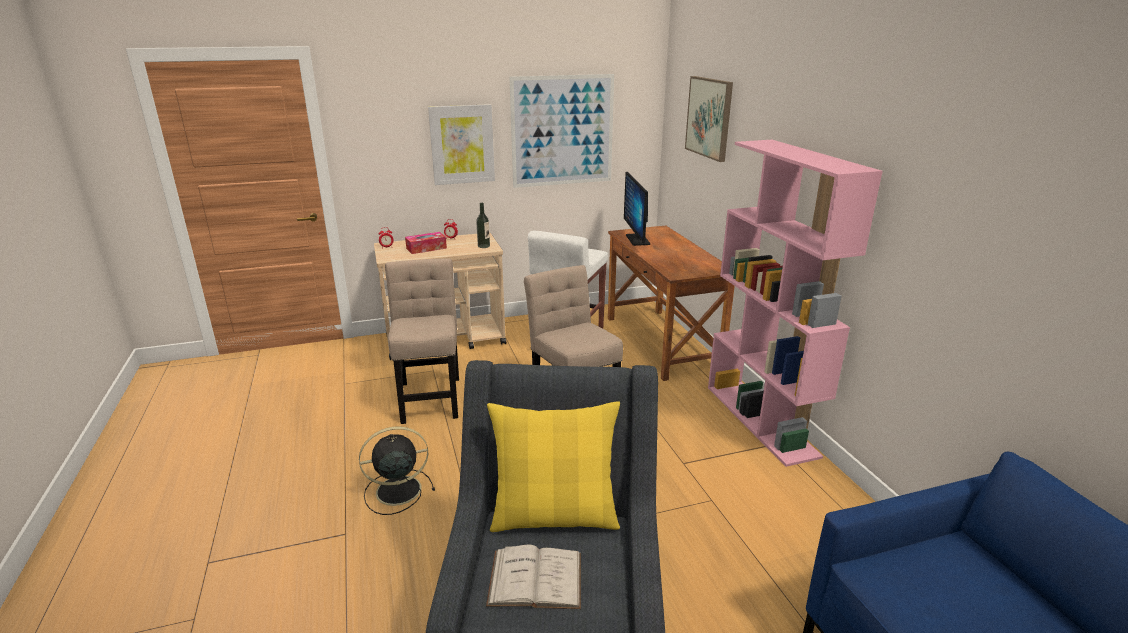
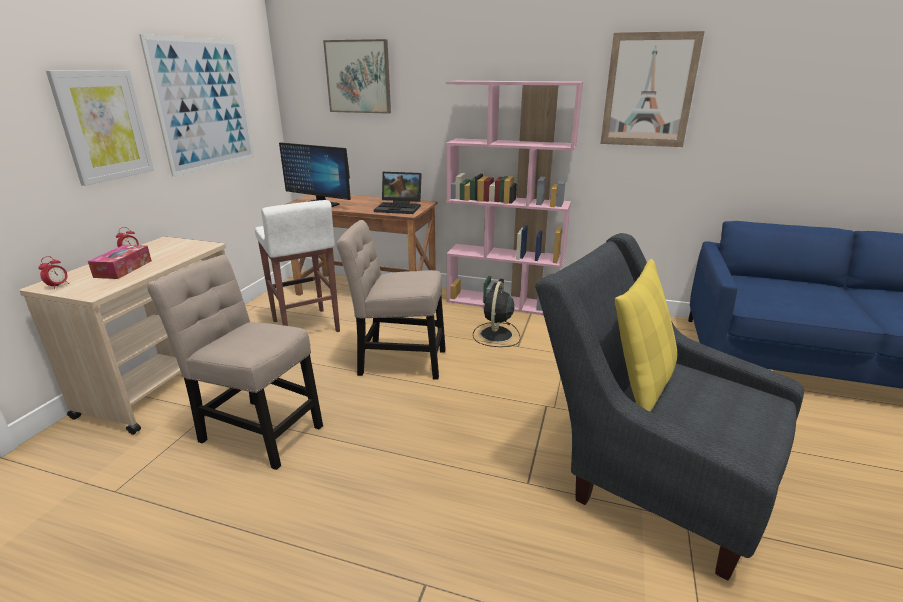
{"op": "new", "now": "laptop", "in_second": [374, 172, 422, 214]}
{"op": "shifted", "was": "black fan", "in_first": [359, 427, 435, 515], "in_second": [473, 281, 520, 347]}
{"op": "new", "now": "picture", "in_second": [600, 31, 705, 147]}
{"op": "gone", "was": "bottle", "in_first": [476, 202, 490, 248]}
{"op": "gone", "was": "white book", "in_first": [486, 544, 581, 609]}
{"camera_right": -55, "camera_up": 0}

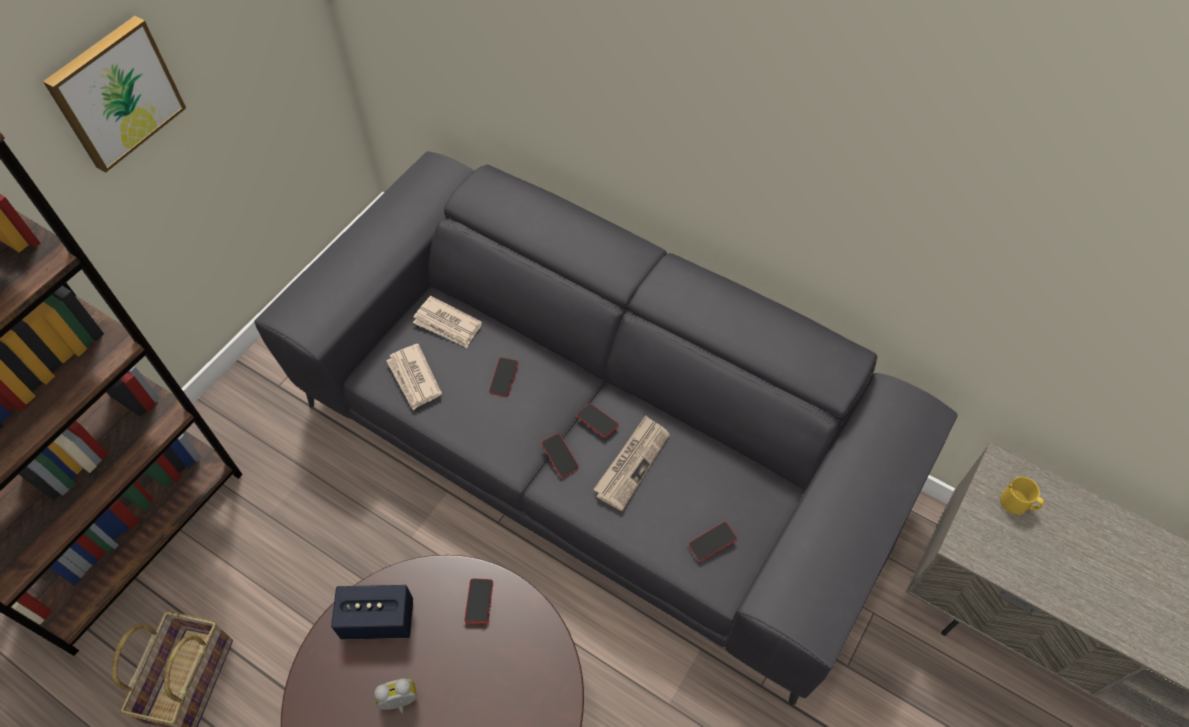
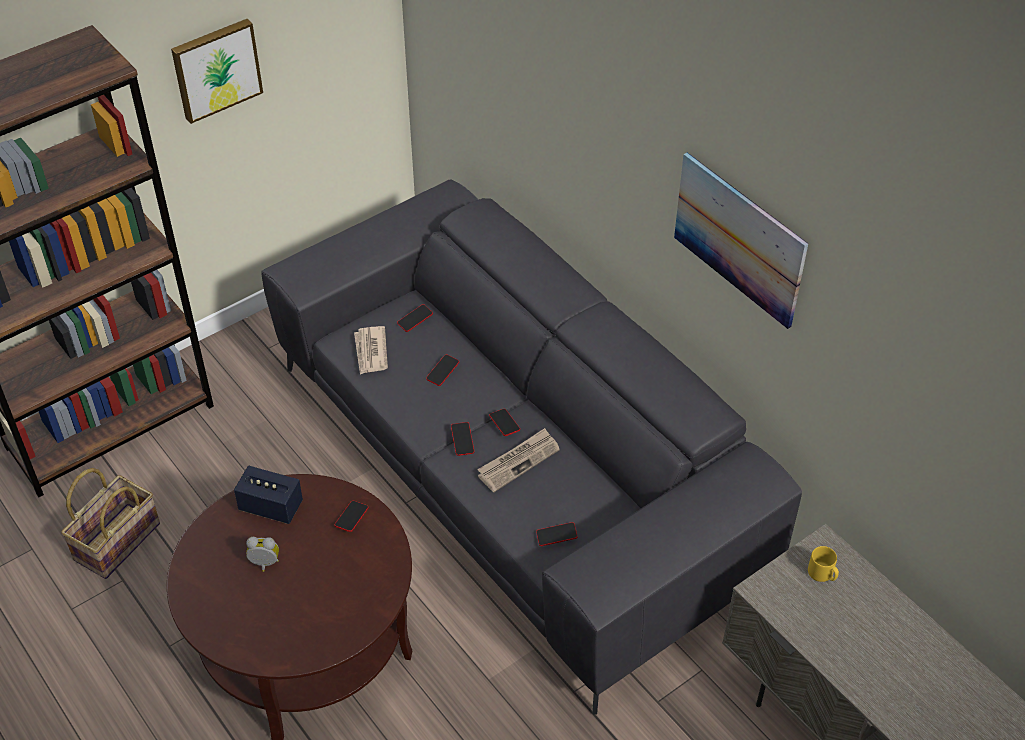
{"op": "swapped", "was": "newspaper", "now": "phone", "in_first": [413, 296, 482, 348], "in_second": [397, 304, 433, 332]}
{"op": "new", "now": "picture", "in_second": [674, 153, 808, 329]}
{"camera_right": 20, "camera_up": -10}

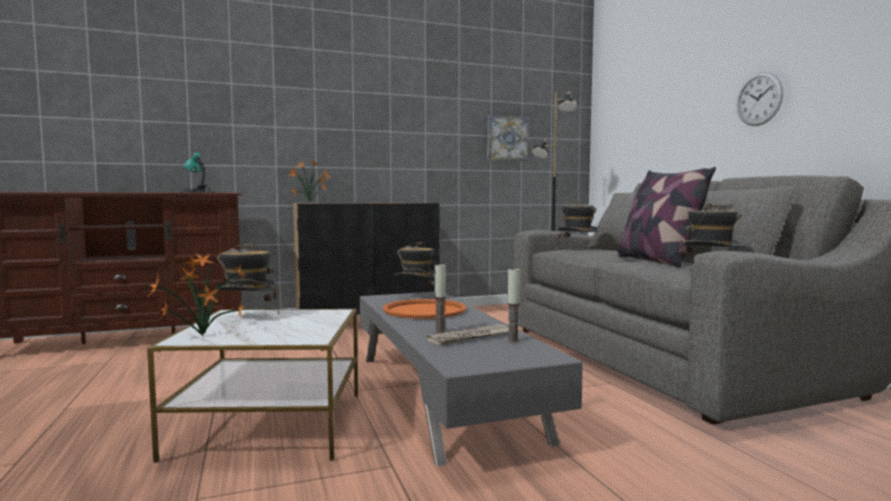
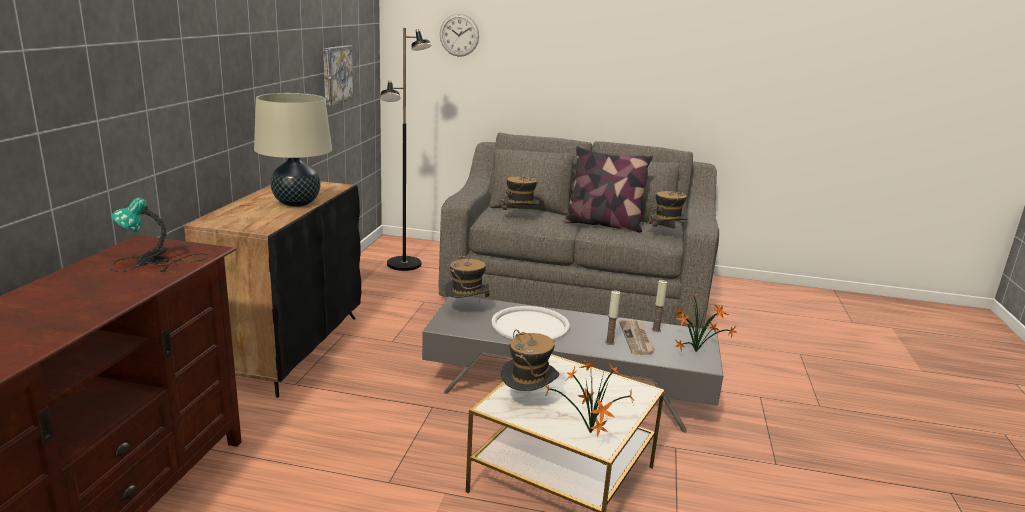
{"op": "new", "now": "beige table lamp", "in_second": [254, 93, 332, 207]}
{"op": "shifted", "was": "wall clock", "in_first": [737, 72, 783, 126], "in_second": [440, 14, 479, 57]}
{"op": "repainted", "was": "orange tray", "now": "white tray", "in_first": [383, 299, 466, 319], "in_second": [491, 306, 570, 341]}
{"op": "shifted", "was": "potted plant", "in_first": [289, 160, 332, 203], "in_second": [674, 294, 738, 352]}
{"camera_right": -60, "camera_up": 15}

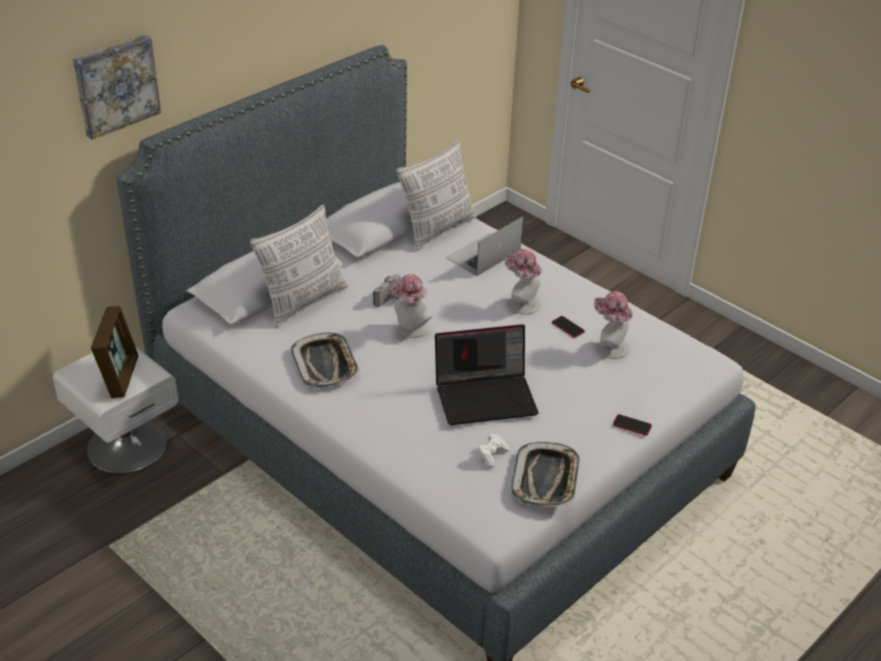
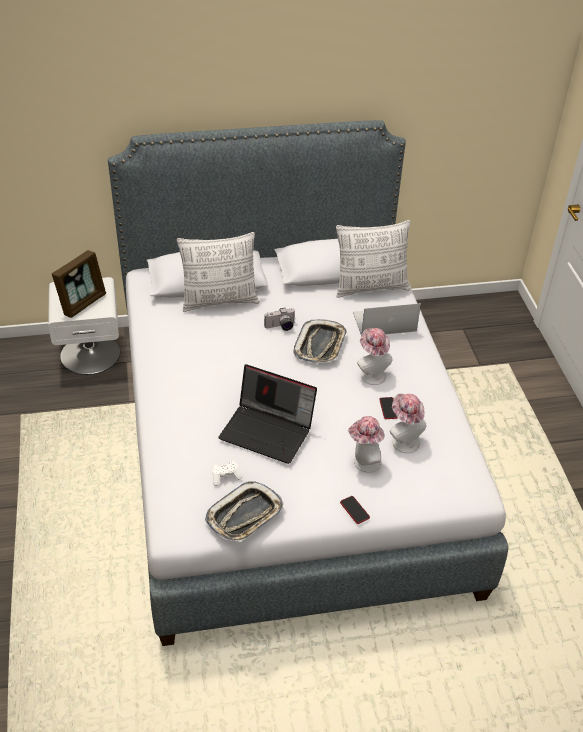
{"op": "shifted", "was": "tray", "in_first": [291, 333, 360, 388], "in_second": [293, 319, 347, 363]}
{"op": "shifted", "was": "hat", "in_first": [392, 274, 432, 338], "in_second": [348, 416, 385, 473]}
{"op": "gone", "was": "picture", "in_first": [73, 35, 161, 140]}
{"camera_right": 35, "camera_up": 5}

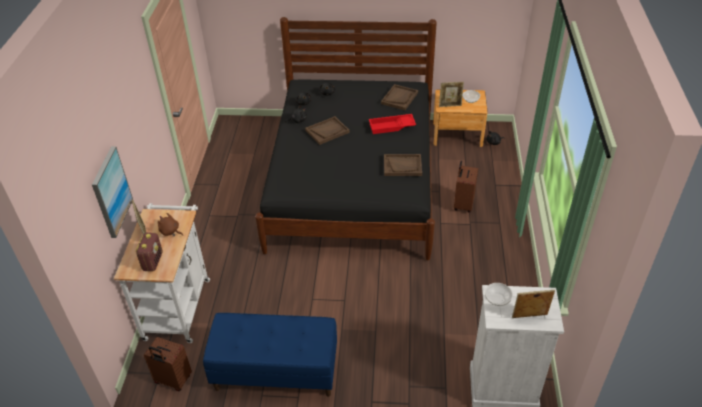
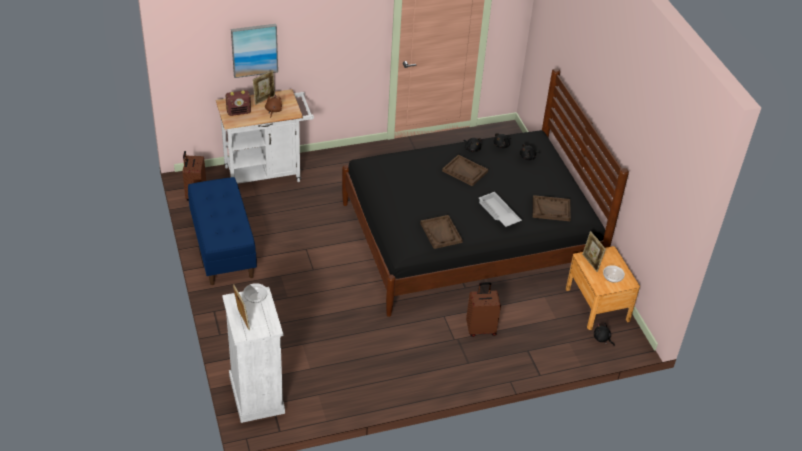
{"op": "repainted", "was": "red tray", "now": "white tray", "in_first": [369, 114, 416, 134], "in_second": [479, 192, 522, 227]}
{"camera_right": 65, "camera_up": 0}

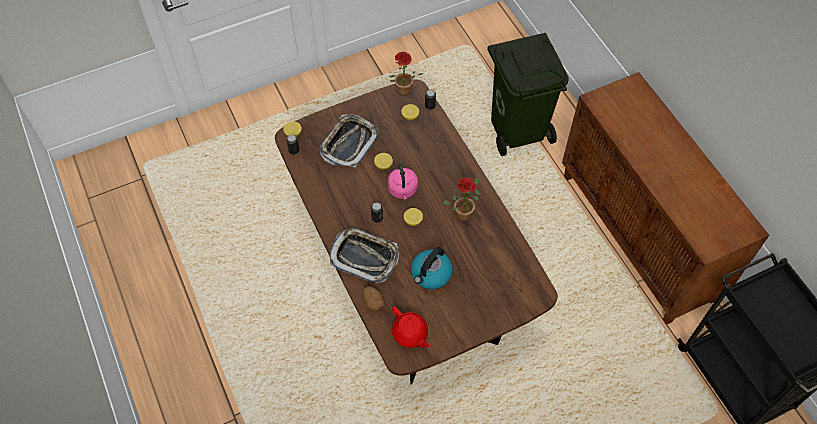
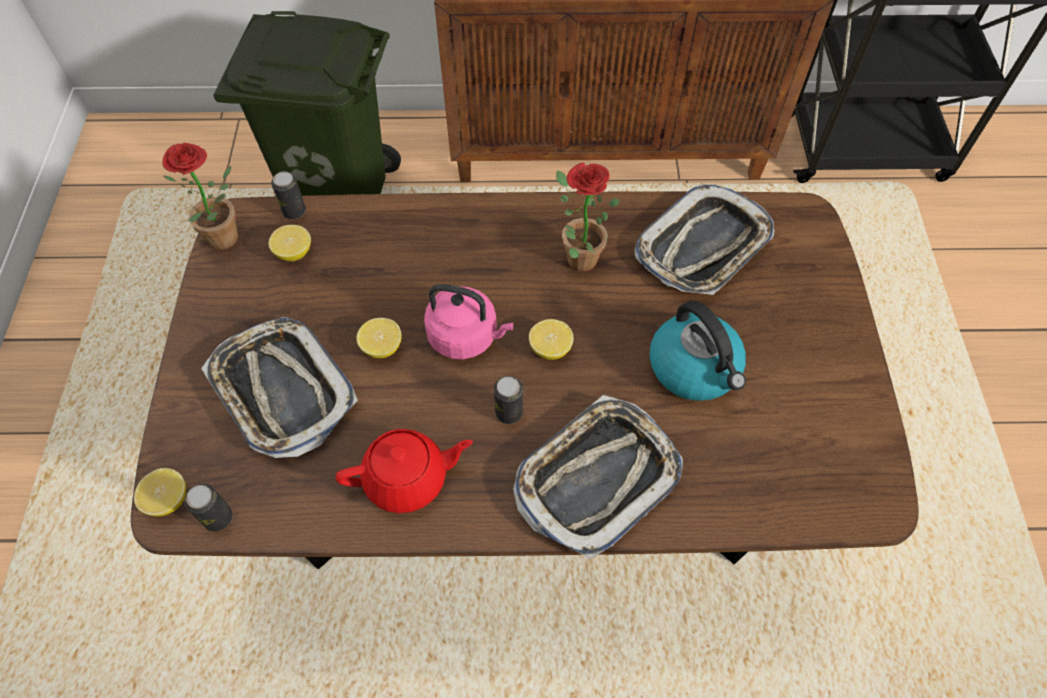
{"op": "shifted", "was": "red teapot", "in_first": [392, 307, 430, 348], "in_second": [336, 429, 473, 513]}
{"op": "new", "now": "tray", "in_second": [635, 184, 774, 295]}
{"op": "gone", "was": "potato", "in_first": [363, 286, 385, 311]}
{"camera_right": -65, "camera_up": 0}

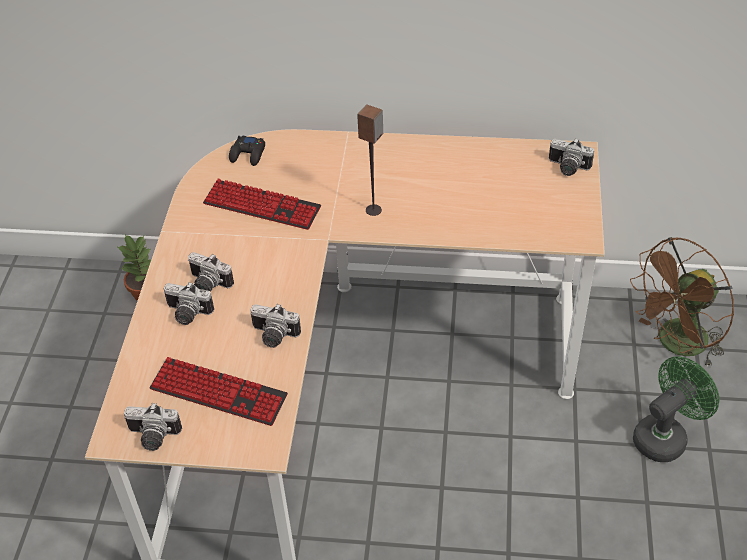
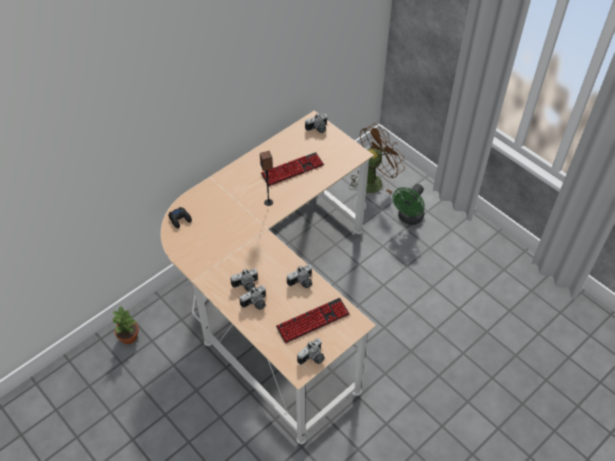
{"op": "shifted", "was": "keyboard", "in_first": [203, 179, 321, 230], "in_second": [261, 152, 324, 186]}
{"op": "rotated", "was": "brown fan", "in_first": [630, 237, 734, 368], "in_second": [349, 123, 405, 193], "clockwise": -135}
{"op": "rotated", "was": "green fan", "in_first": [633, 356, 719, 462], "in_second": [393, 184, 425, 225], "clockwise": -150}
{"camera_right": -50, "camera_up": 5}

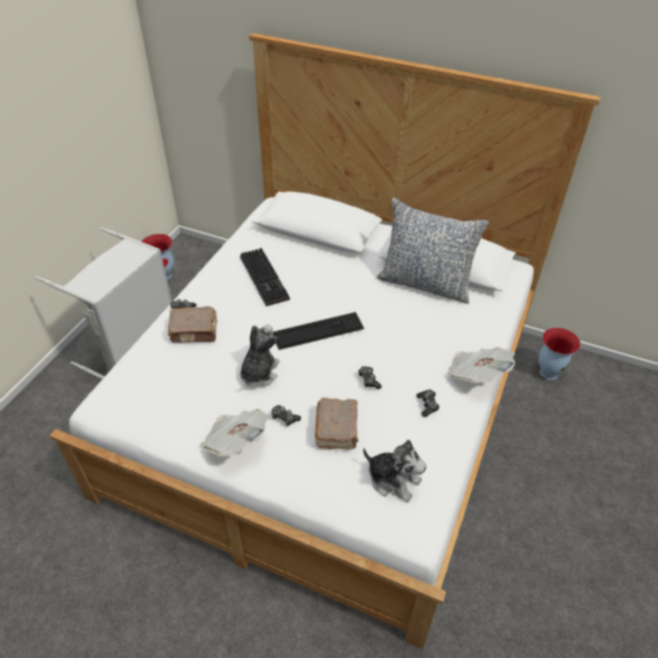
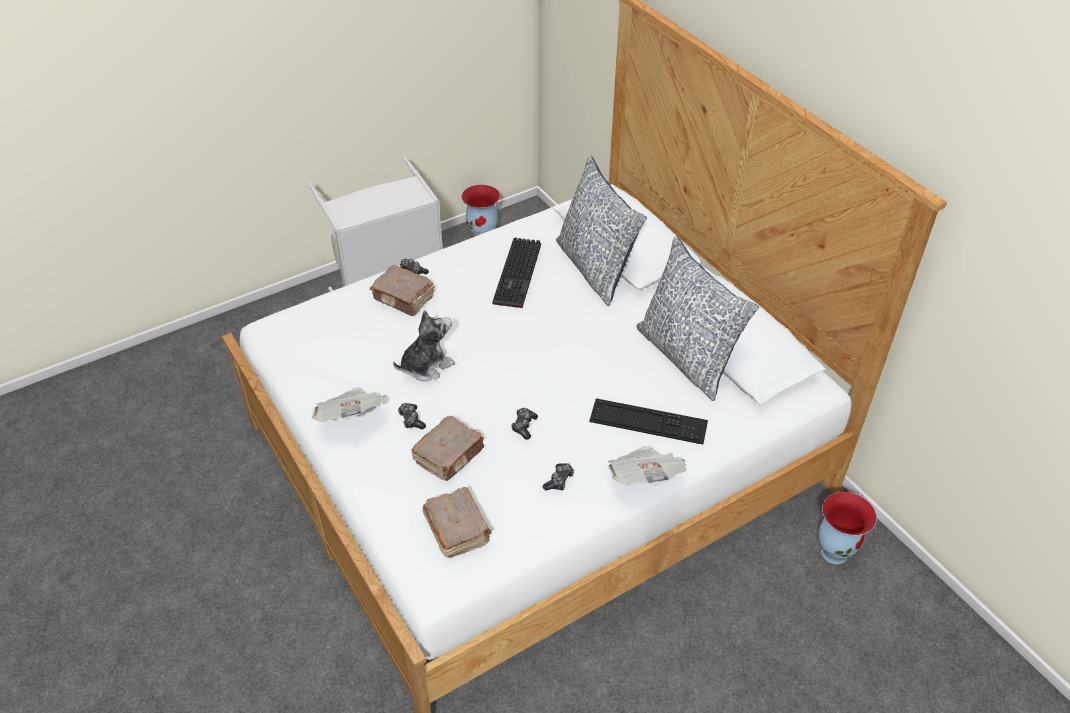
{"op": "swapped", "was": "plush toy", "now": "brown book", "in_first": [363, 440, 426, 503], "in_second": [422, 487, 492, 558]}
{"op": "new", "now": "pillow", "in_second": [556, 155, 647, 306]}
{"op": "shifted", "was": "keyboard", "in_first": [273, 312, 364, 350], "in_second": [589, 398, 708, 444]}
{"camera_right": 35, "camera_up": 0}

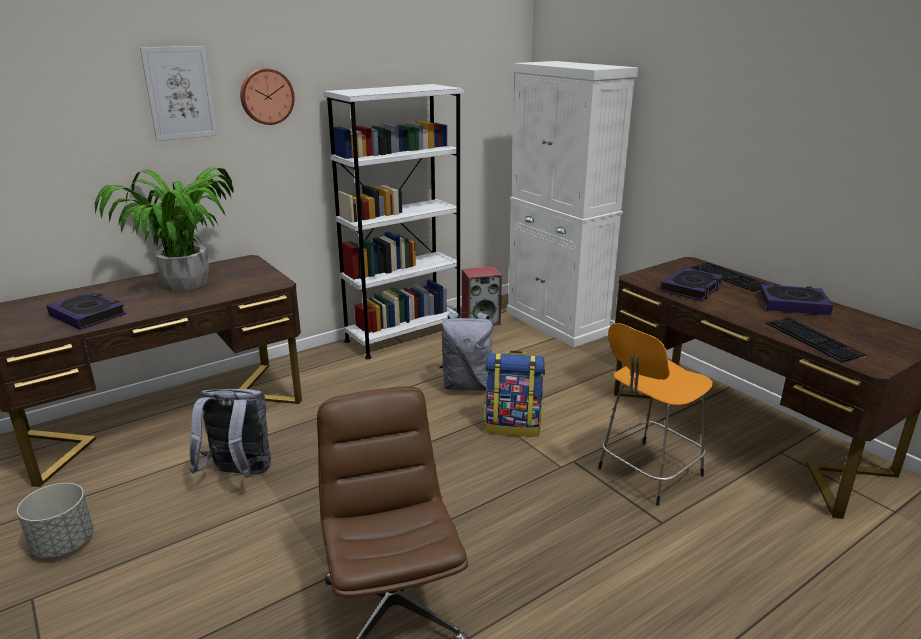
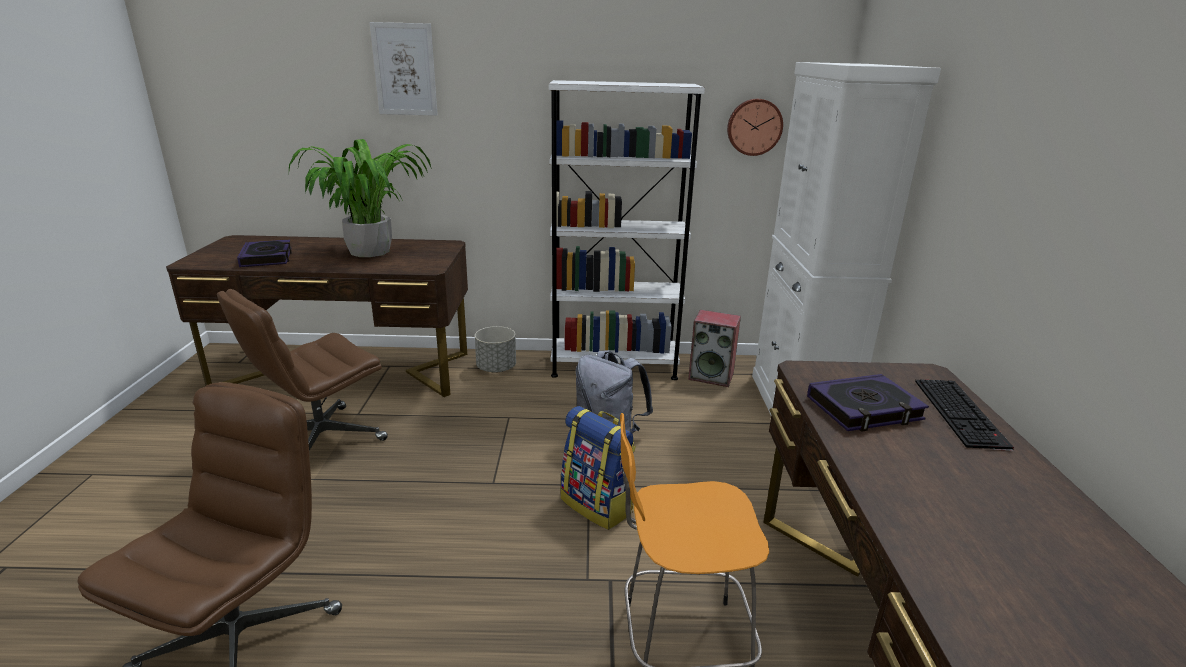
{"op": "swapped", "was": "grey backpack", "now": "brown office chair", "in_first": [190, 389, 271, 479], "in_second": [217, 289, 388, 451]}
{"op": "shifted", "was": "grey planter", "in_first": [17, 483, 93, 558], "in_second": [475, 326, 516, 373]}
{"op": "shifted", "was": "wall clock", "in_first": [240, 68, 295, 125], "in_second": [727, 99, 783, 156]}
{"op": "gone", "was": "book", "in_first": [759, 284, 833, 315]}
{"op": "gone", "was": "keyboard", "in_first": [766, 317, 866, 362]}
{"camera_right": 35, "camera_up": 0}

